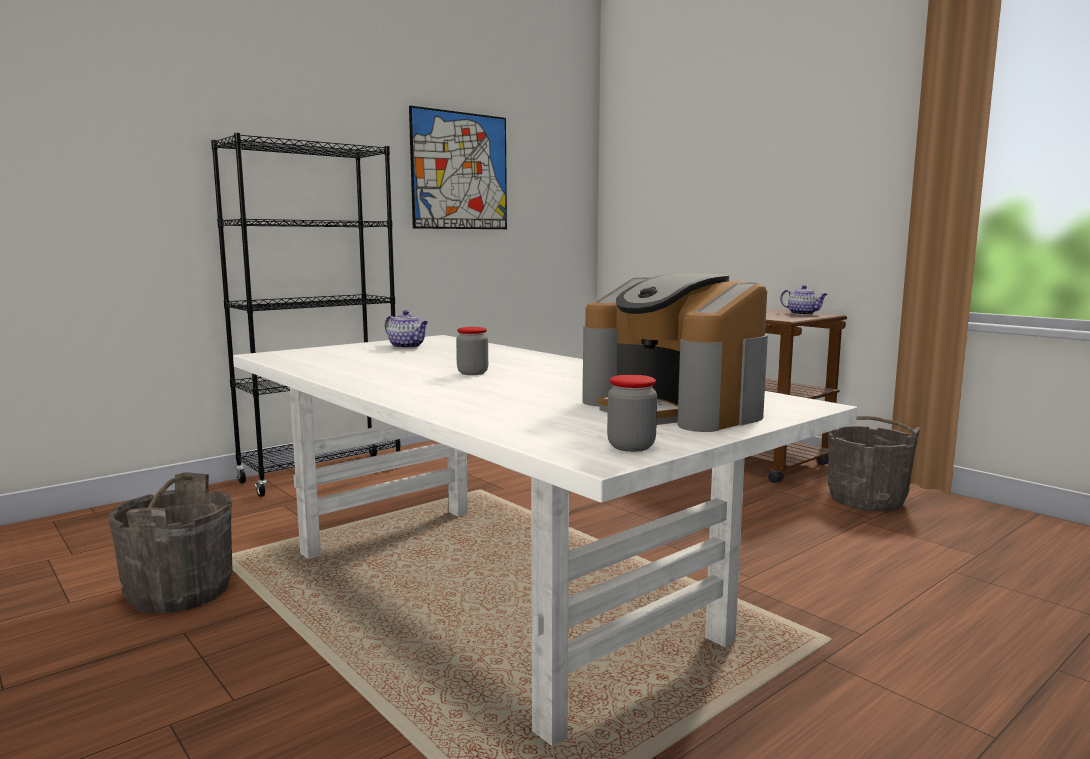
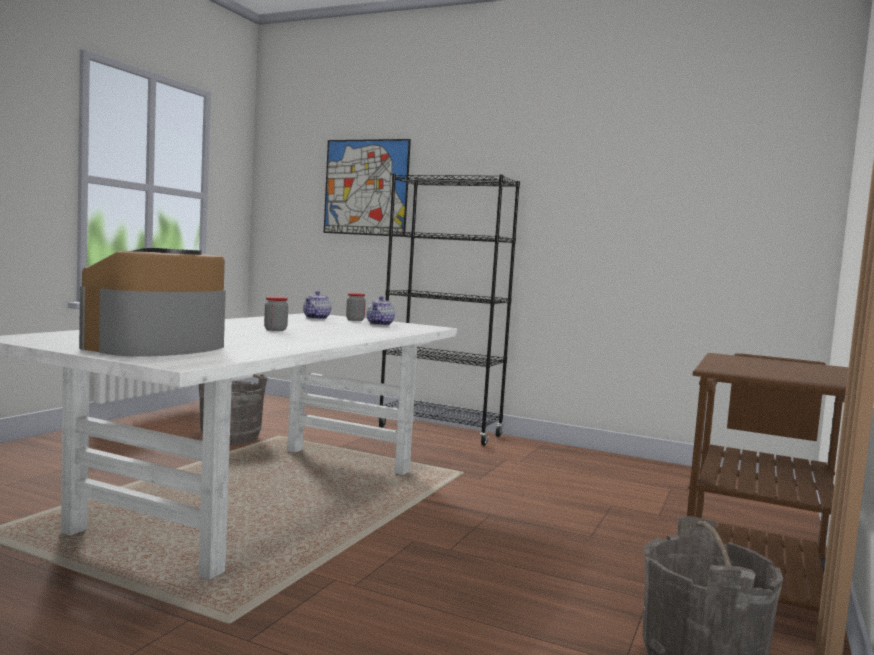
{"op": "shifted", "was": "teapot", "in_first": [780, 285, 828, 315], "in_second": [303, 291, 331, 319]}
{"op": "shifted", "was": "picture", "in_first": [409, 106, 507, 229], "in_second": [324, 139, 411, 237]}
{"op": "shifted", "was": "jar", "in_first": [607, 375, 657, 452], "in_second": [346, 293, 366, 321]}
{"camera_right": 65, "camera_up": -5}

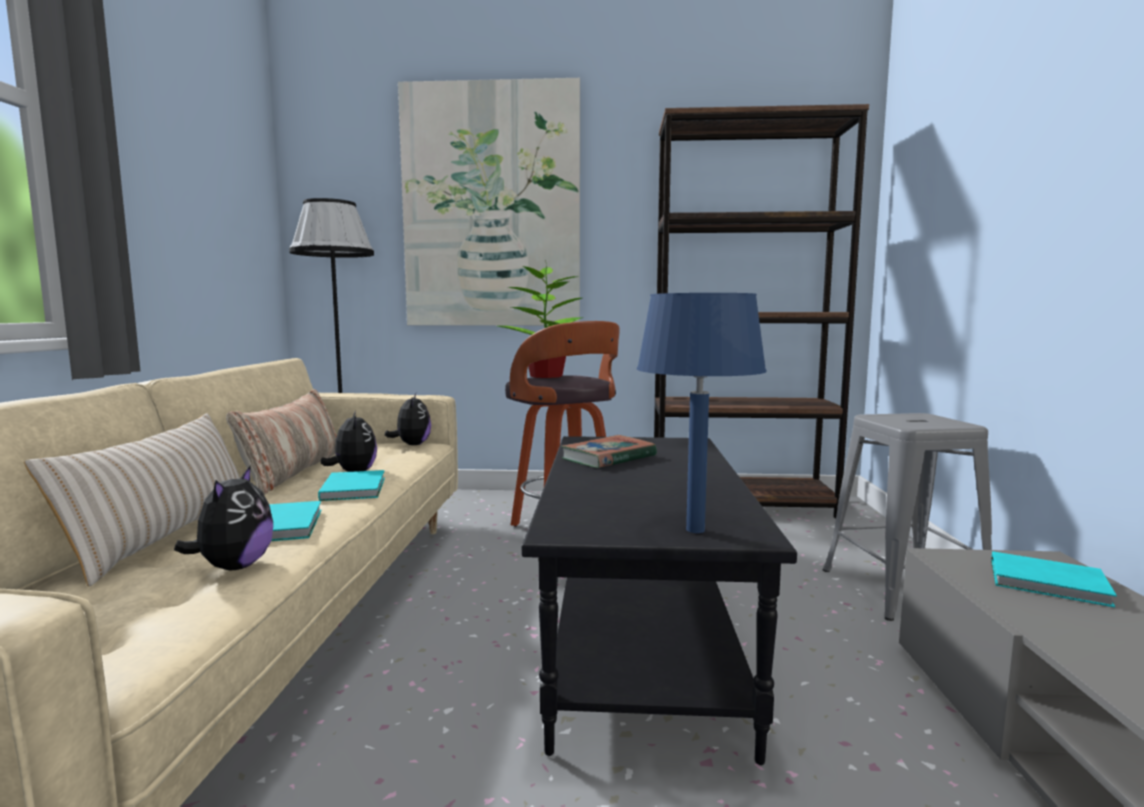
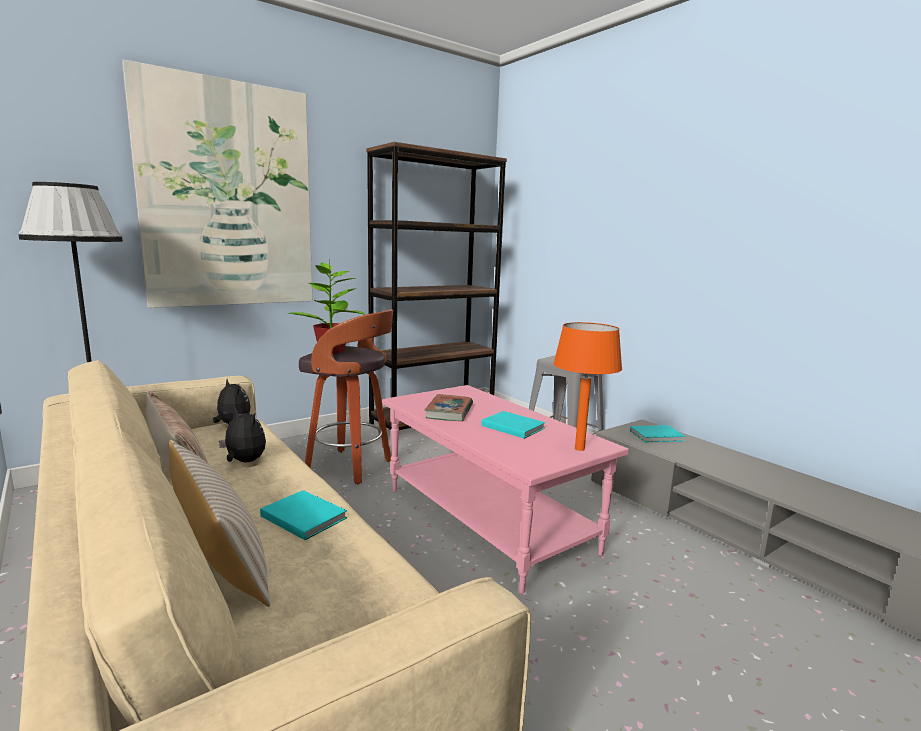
{"op": "repainted", "was": "black coffee table", "now": "pink coffee table", "in_first": [522, 436, 797, 765], "in_second": [382, 385, 629, 594]}
{"op": "shifted", "was": "turquoise book", "in_first": [318, 470, 385, 501], "in_second": [481, 411, 545, 439]}
{"op": "repainted", "was": "blue table lamp", "now": "orange table lamp", "in_first": [637, 293, 766, 533], "in_second": [553, 322, 622, 451]}
{"op": "gone", "was": "plush toy", "in_first": [174, 465, 273, 570]}
{"camera_right": -40, "camera_up": 5}

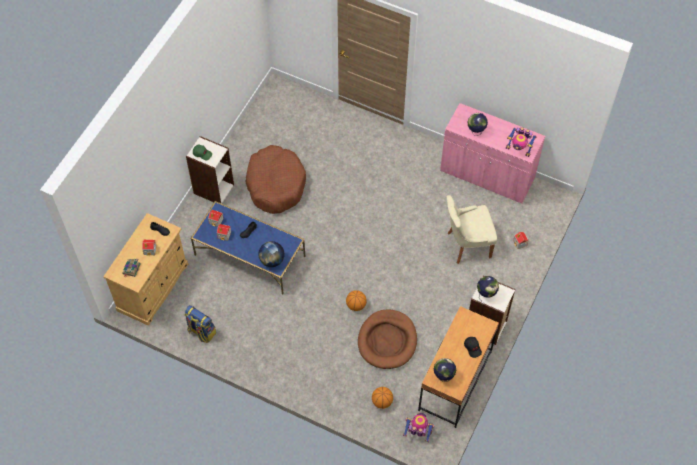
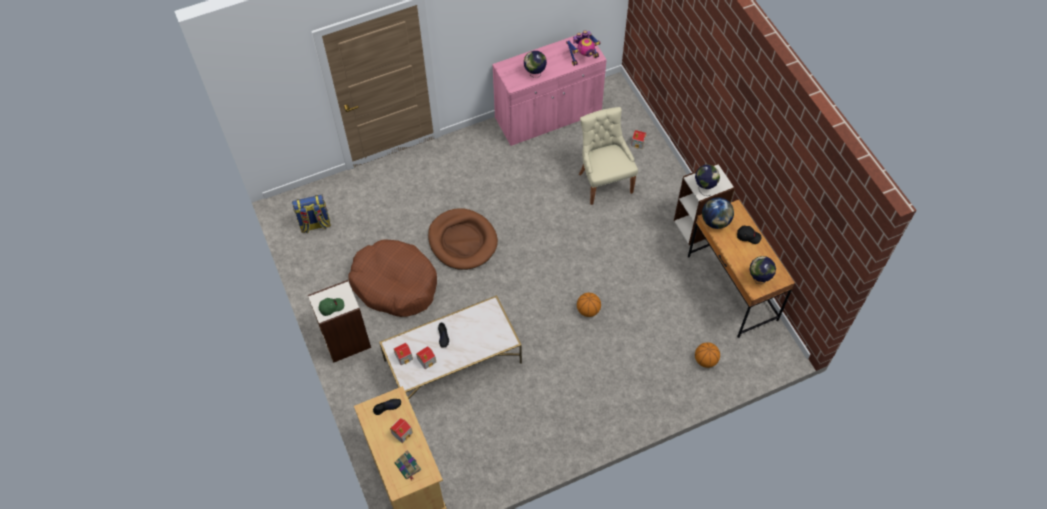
{"op": "shifted", "was": "backpack", "in_first": [185, 305, 216, 343], "in_second": [292, 195, 331, 233]}
{"op": "repainted", "was": "blue coffee table", "now": "white coffee table", "in_first": [191, 201, 305, 294], "in_second": [379, 295, 522, 399]}
{"op": "shifted", "was": "brown dog bed", "in_first": [358, 310, 417, 369], "in_second": [428, 208, 498, 270]}
{"op": "rotated", "was": "beige chair", "in_first": [447, 195, 497, 264], "in_second": [579, 107, 638, 205], "clockwise": 135}
{"op": "shifted", "was": "globe", "in_first": [258, 241, 285, 267], "in_second": [702, 197, 734, 229]}
{"op": "gone", "was": "toy robot", "in_first": [403, 413, 434, 442]}
{"camera_right": -50, "camera_up": 0}

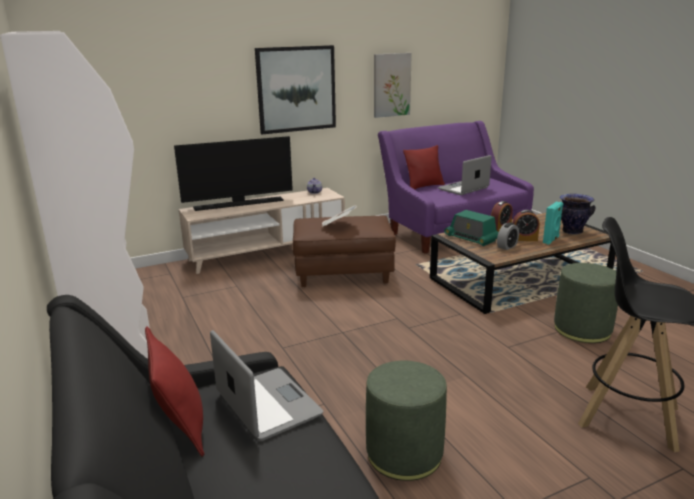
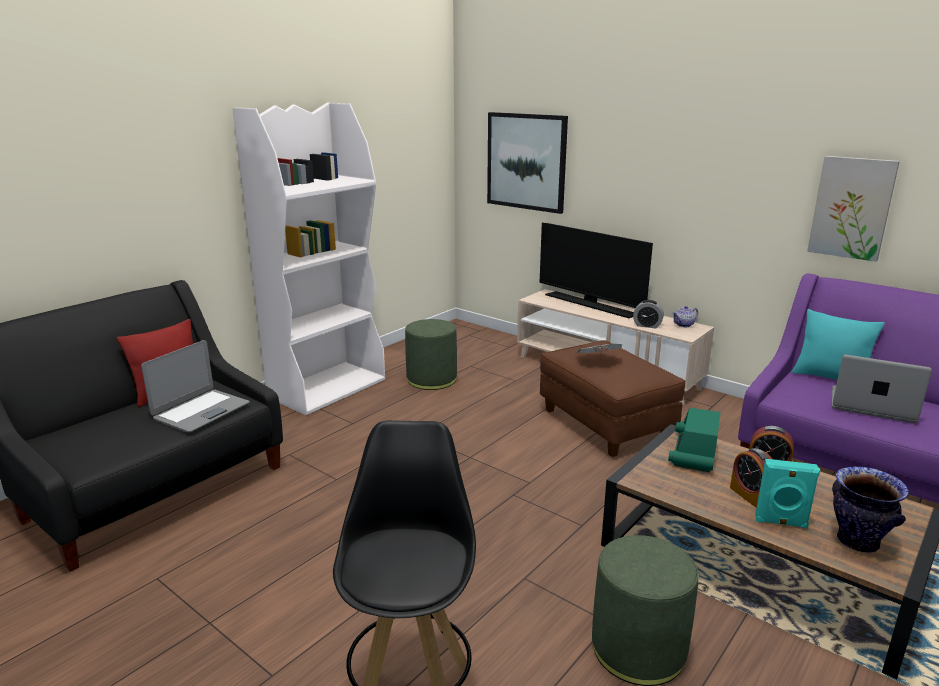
{"op": "shifted", "was": "green ottoman", "in_first": [366, 360, 447, 481], "in_second": [405, 319, 457, 390]}
{"op": "shifted", "was": "picture", "in_first": [255, 45, 336, 134], "in_second": [487, 112, 568, 214]}
{"op": "shifted", "was": "alarm clock", "in_first": [497, 222, 519, 250], "in_second": [633, 300, 664, 329]}
{"op": "repainted", "was": "red pillow", "now": "turquoise pillow", "in_first": [403, 145, 445, 189], "in_second": [792, 309, 885, 380]}
{"camera_right": 65, "camera_up": 0}

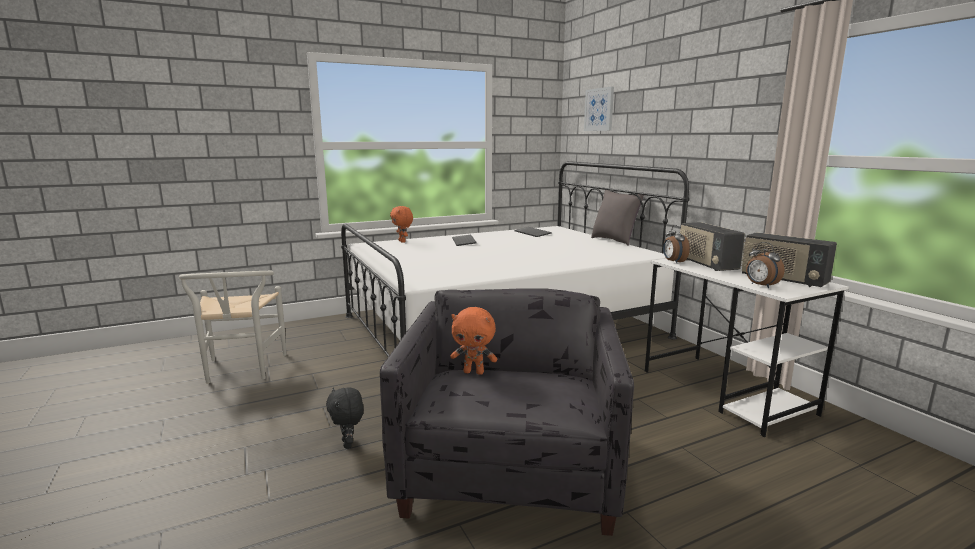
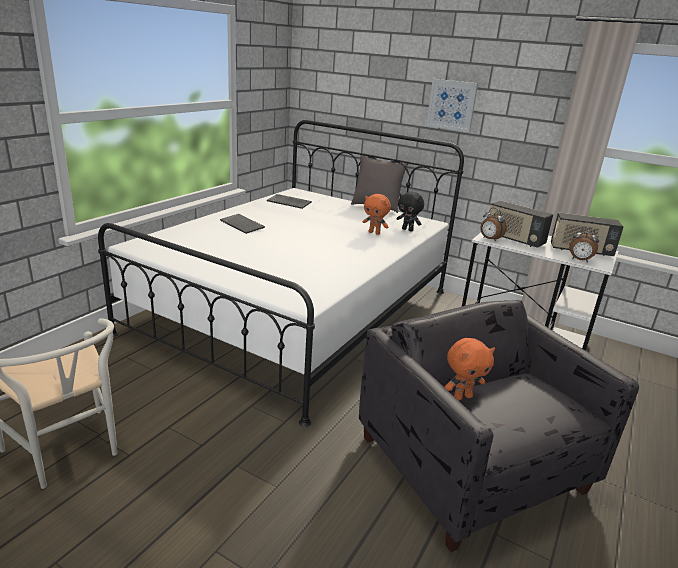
{"op": "shifted", "was": "orange plush toy", "in_first": [390, 206, 413, 243], "in_second": [362, 194, 391, 235]}
{"op": "shifted", "was": "black plush toy", "in_first": [326, 387, 364, 449], "in_second": [396, 192, 424, 232]}
{"op": "shifted", "was": "picture", "in_first": [584, 87, 614, 131], "in_second": [426, 79, 478, 132]}
{"camera_right": -35, "camera_up": 10}

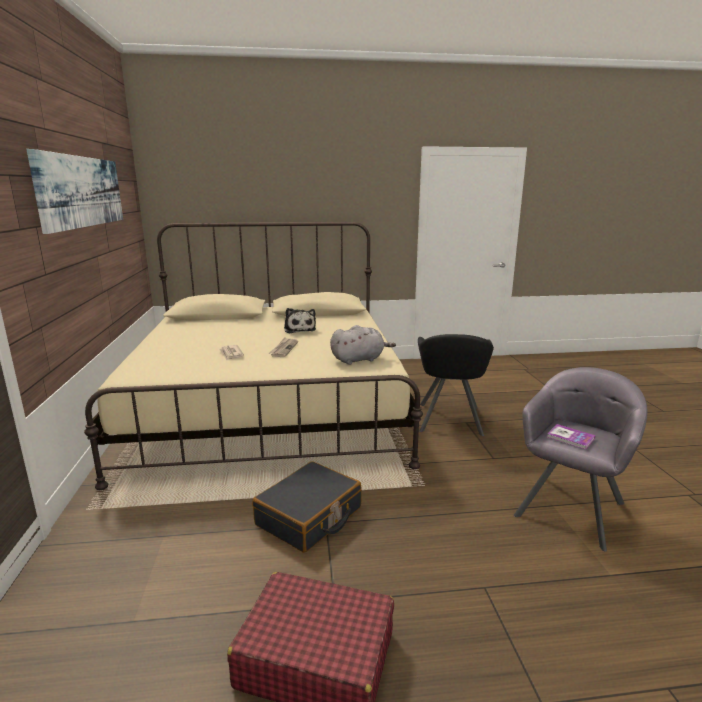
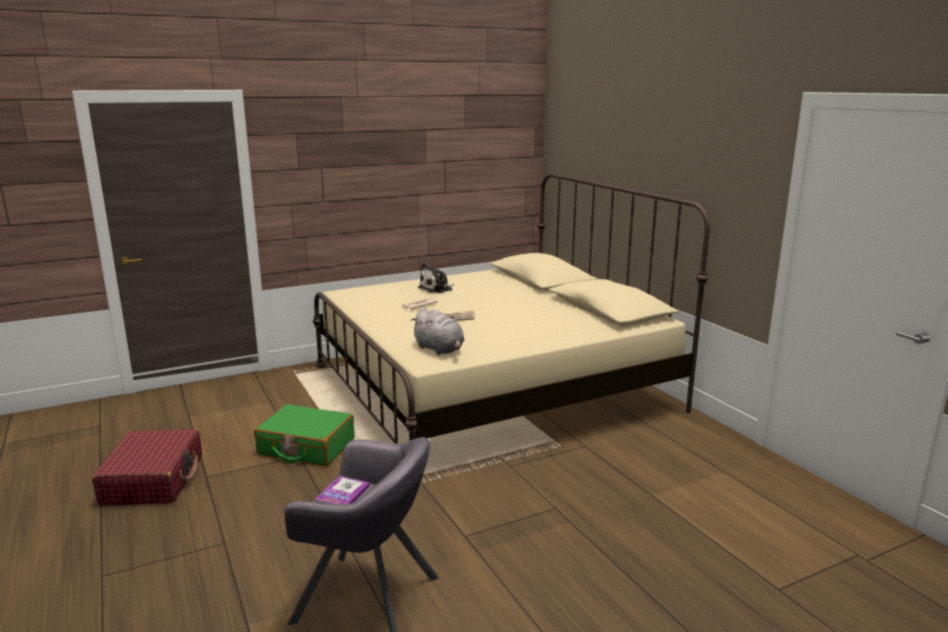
{"op": "repainted", "was": "black suitcase", "now": "green suitcase", "in_first": [252, 461, 362, 553], "in_second": [254, 404, 355, 466]}
{"op": "shifted", "was": "plush toy", "in_first": [284, 308, 316, 334], "in_second": [418, 263, 454, 293]}
{"op": "gone", "was": "picture", "in_first": [26, 149, 123, 234]}
{"op": "gone", "was": "black armchair", "in_first": [418, 334, 494, 436]}
{"camera_right": 70, "camera_up": 0}

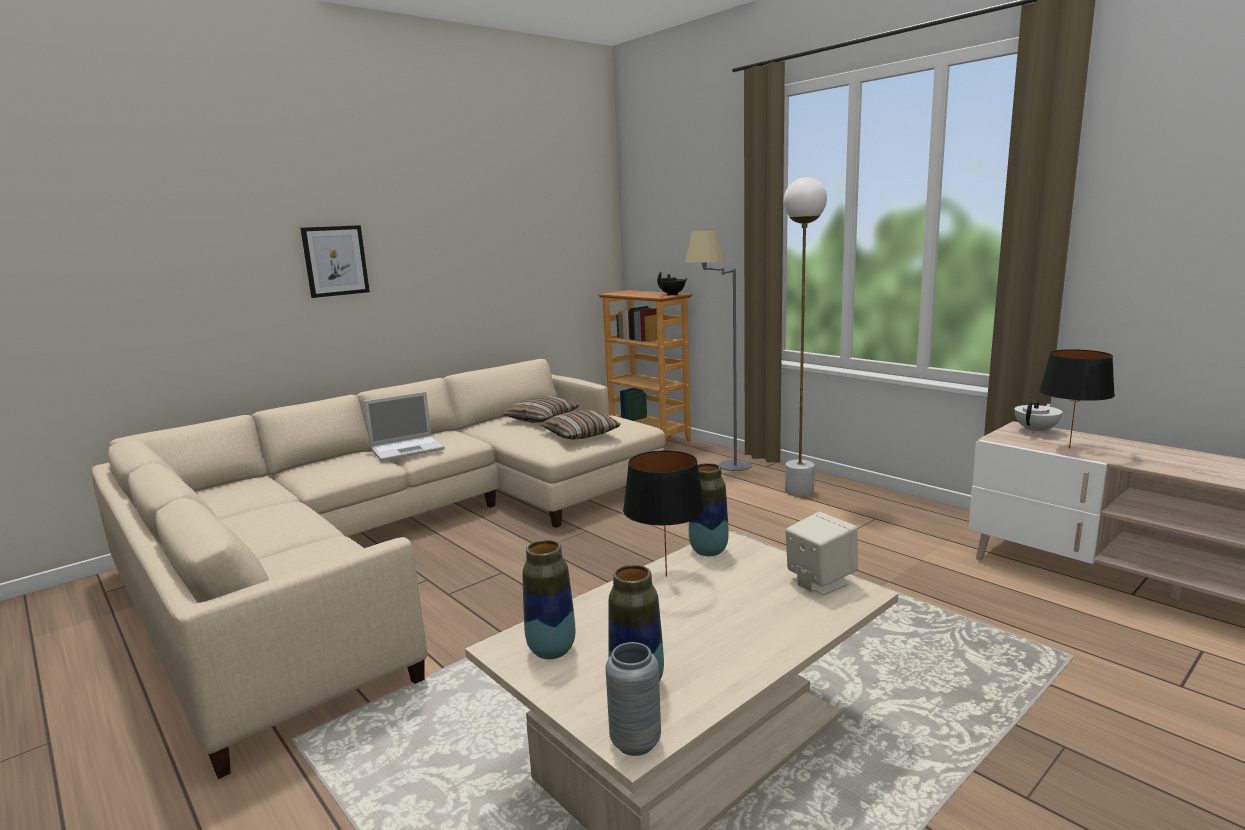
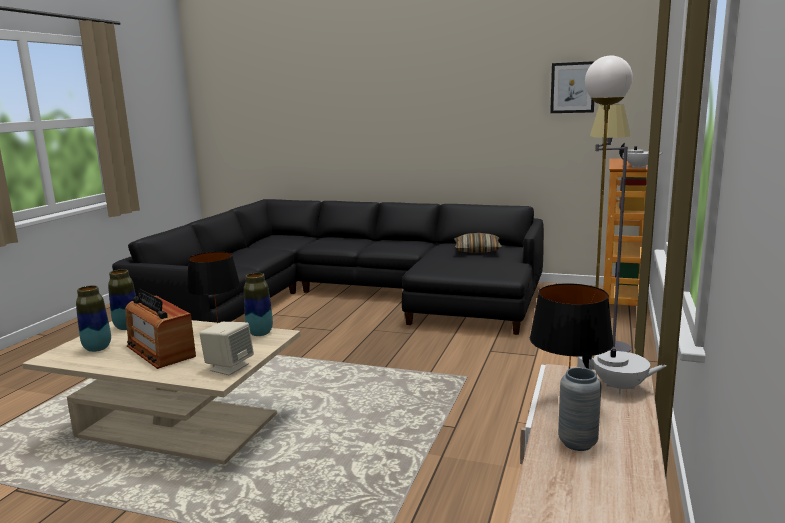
{"op": "repainted", "was": "beige sofa", "now": "black sofa", "in_first": [91, 359, 665, 779], "in_second": [112, 199, 544, 335]}
{"op": "new", "now": "radio", "in_second": [125, 289, 196, 369]}
{"op": "shifted", "was": "picture", "in_first": [300, 225, 370, 298], "in_second": [550, 61, 595, 113]}
{"op": "shifted", "was": "grey vase", "in_first": [606, 642, 661, 756], "in_second": [558, 367, 602, 451]}
{"op": "repainted", "was": "black teapot", "now": "white teapot", "in_first": [657, 271, 688, 295], "in_second": [619, 143, 663, 168]}
{"op": "gone", "was": "laptop", "in_first": [364, 392, 444, 461]}
{"op": "gone", "was": "pillow", "in_first": [540, 410, 621, 440]}
{"camera_right": 60, "camera_up": 0}

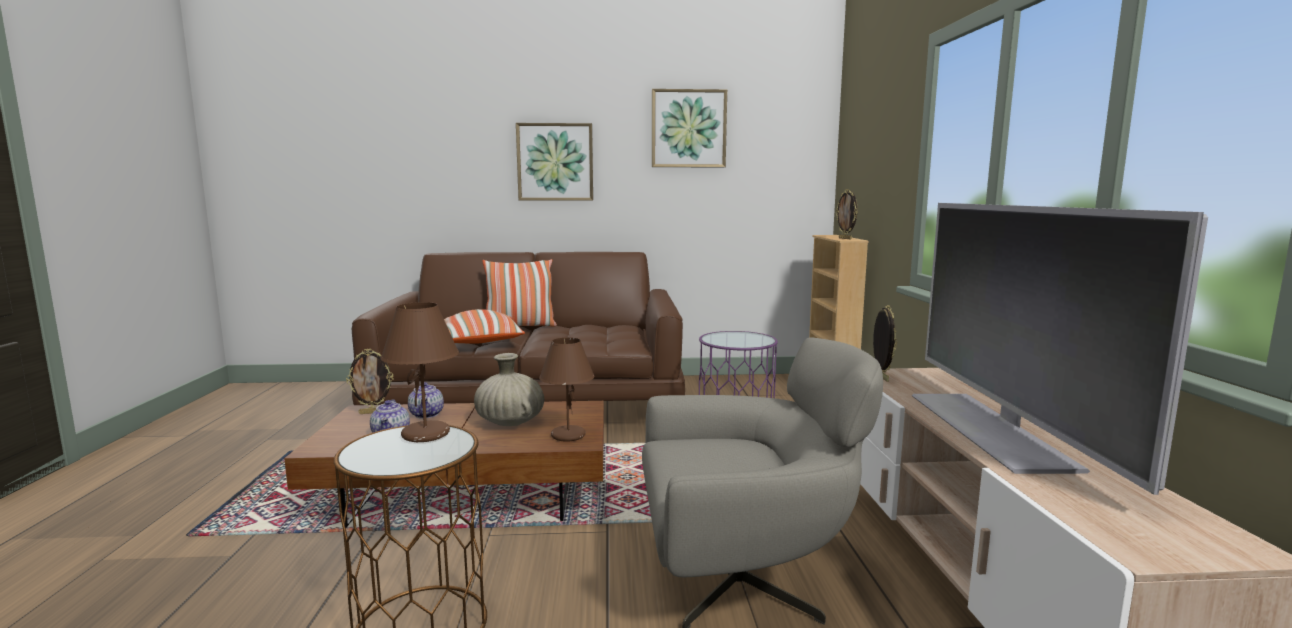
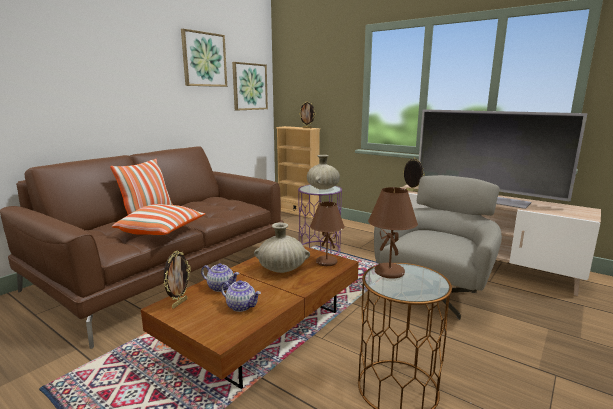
{"op": "shifted", "was": "picture", "in_first": [516, 123, 593, 201], "in_second": [232, 62, 268, 110]}
{"op": "new", "now": "beige vase", "in_second": [307, 155, 340, 190]}
{"camera_right": -50, "camera_up": 5}

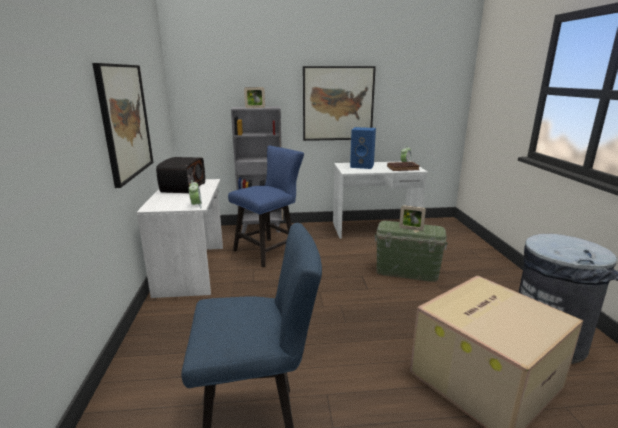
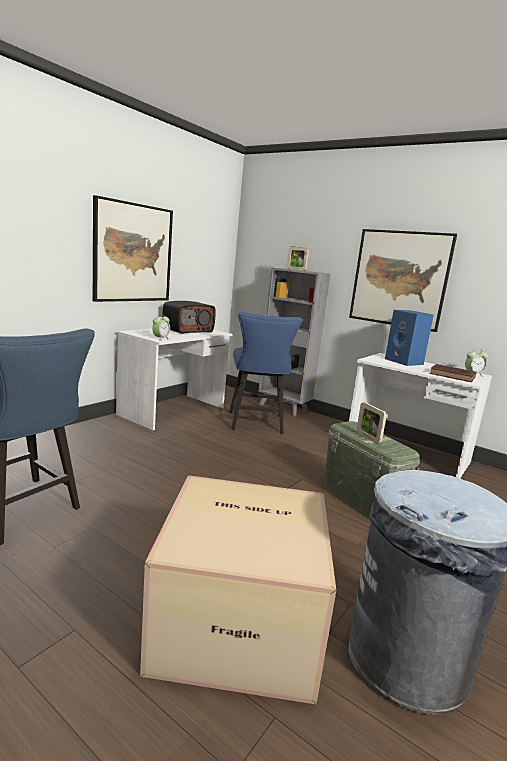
{"op": "rotated", "was": "blue chair", "in_first": [228, 145, 304, 267], "in_second": [229, 312, 303, 434], "clockwise": 90}
{"camera_right": 40, "camera_up": -5}

